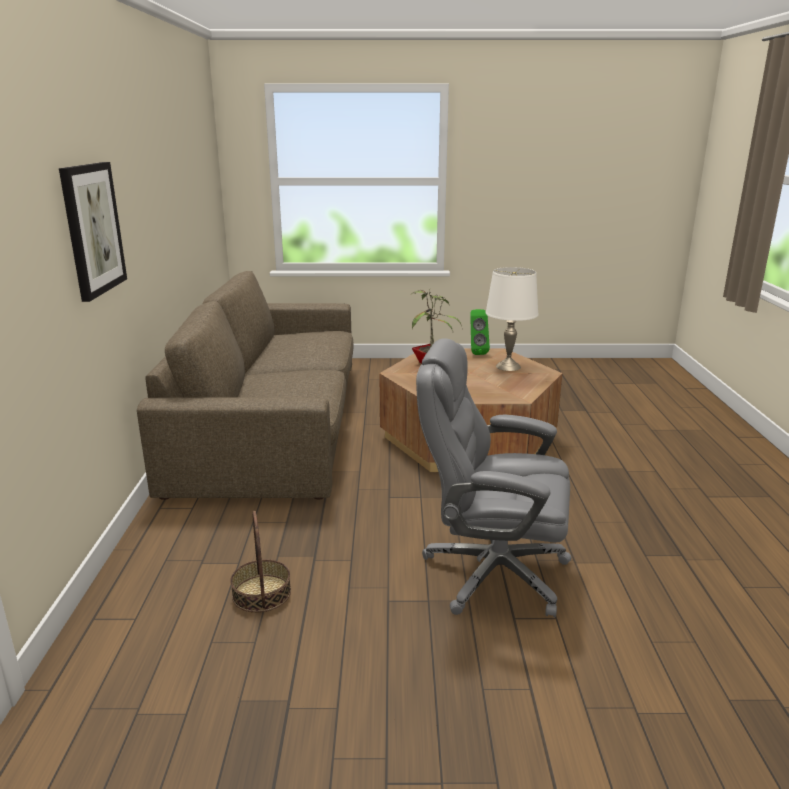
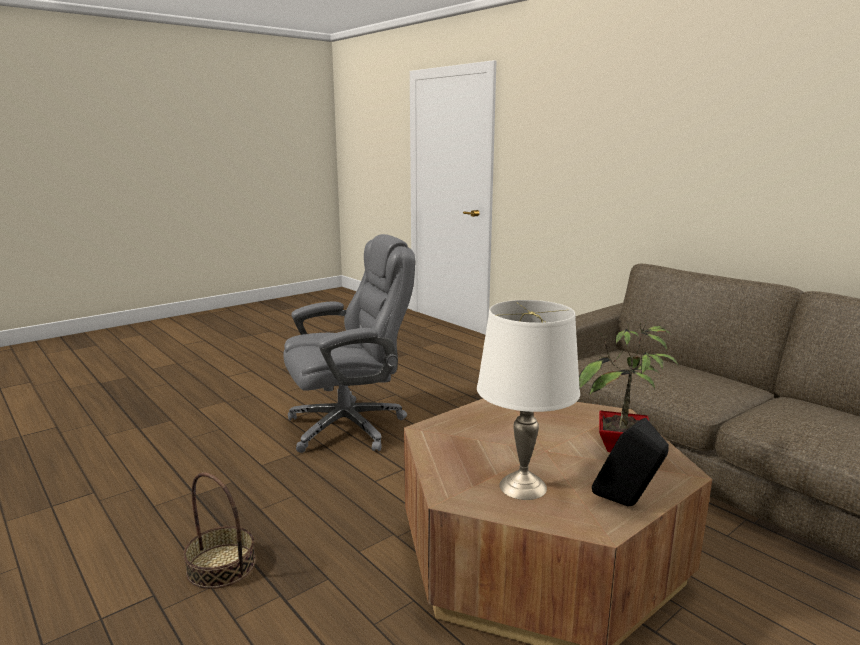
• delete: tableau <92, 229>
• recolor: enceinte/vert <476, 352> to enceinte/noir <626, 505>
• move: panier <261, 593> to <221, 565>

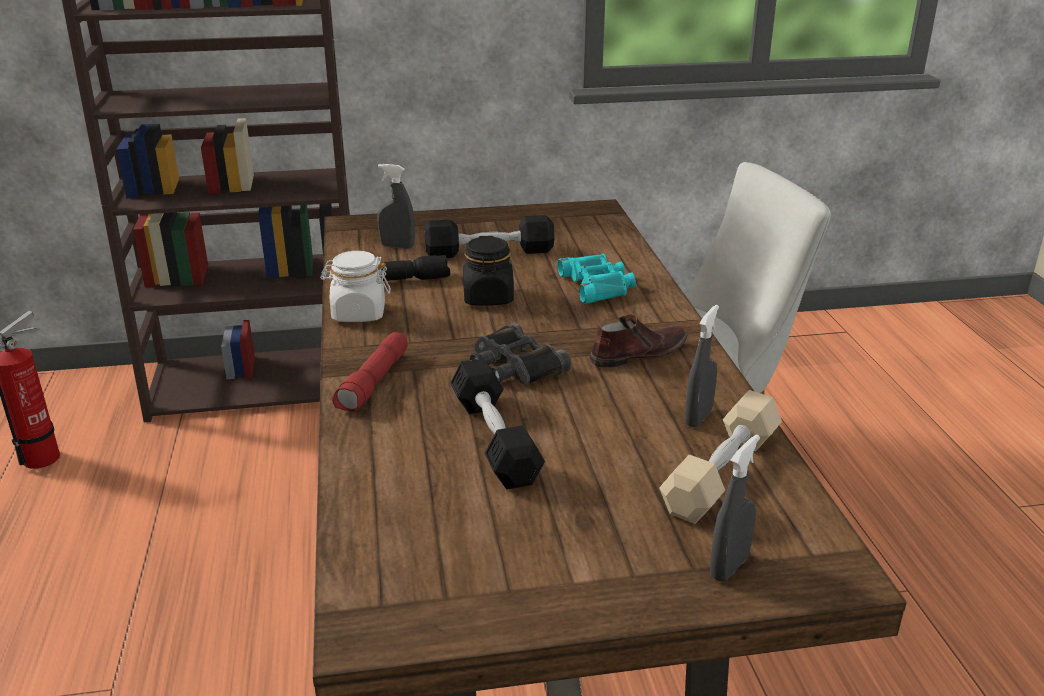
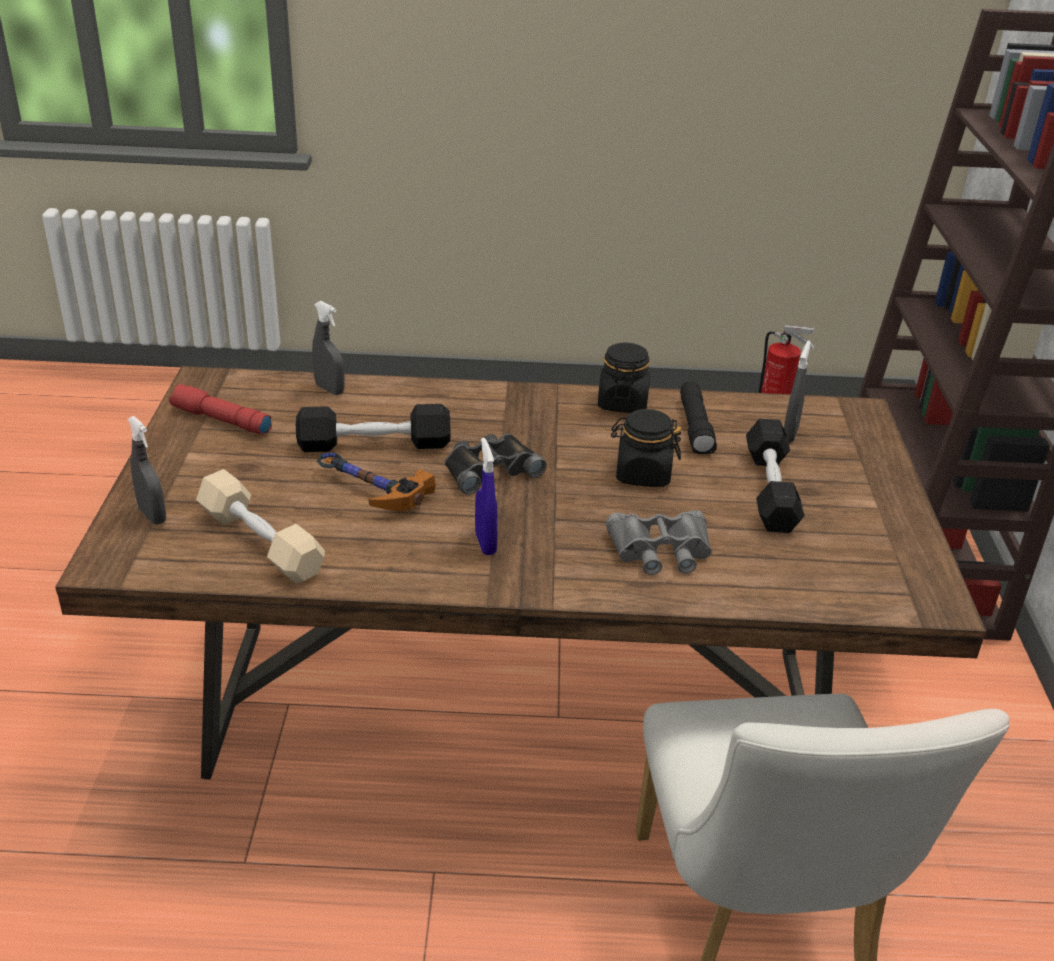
• recolor: bocal/blanc <358, 313> to bocal/noir <622, 402>
• recolor: jumelles/turquoise <597, 285> to jumelles/gris <660, 550>
• move: vaporisateur/gris <698, 417> to <329, 389>
• replace: chaussure/marron <637, 354> to vaporisateur/bleu <485, 544>
• move: lampe de poche/rouge <375, 383> to <220, 420>
• insert: marteau <367, 491>

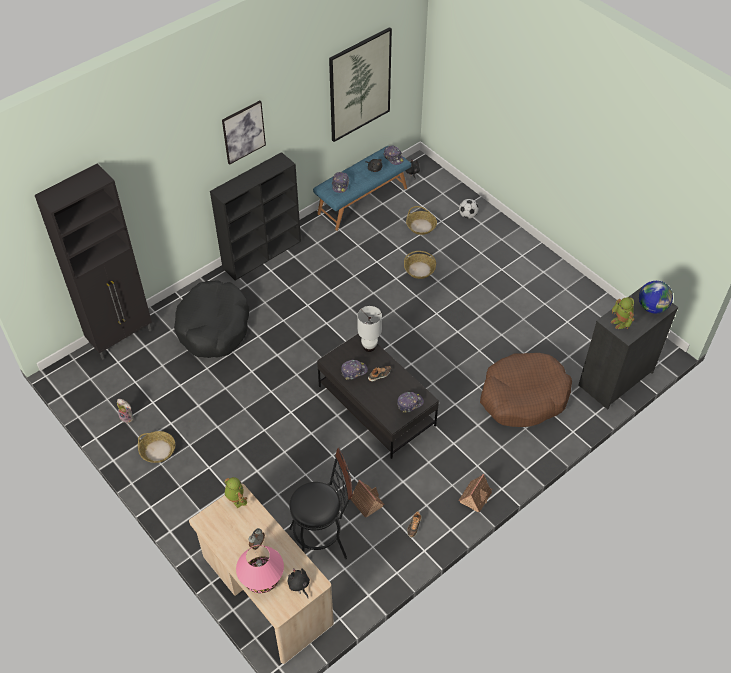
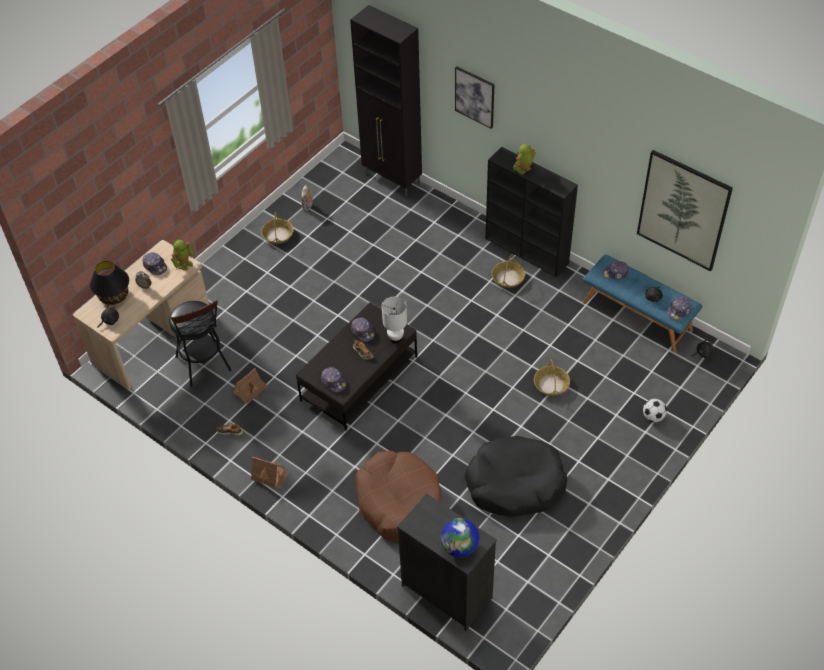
• move: tableau <243, 132> to <475, 97>
• move: panier <421, 226> to <508, 278>
• move: panier pour chien/noir <214, 327> to <515, 483>
• move: robot jouet <621, 322> to <524, 170>
• recolor: lampe de table/rose <262, 578> to lampe de table/noir <114, 296>
• insert: casquette <155, 266>

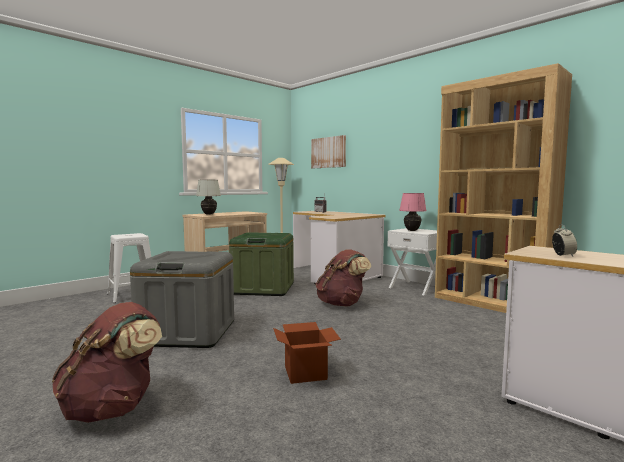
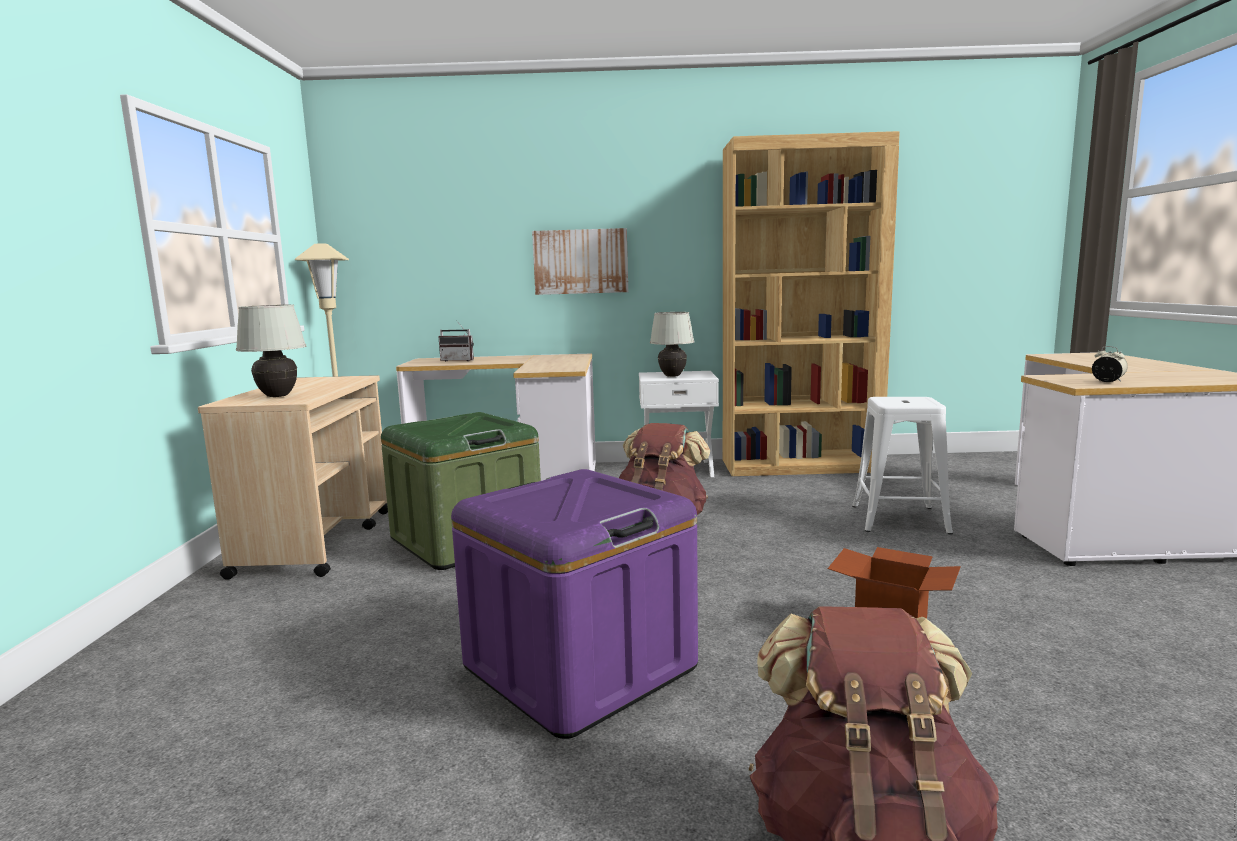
• move: tableau <328, 152> to <580, 261>
• recolor: lampe de table/rose <412, 230> to lampe de table/blanc <672, 376>
• move: tabouret/blanc <132, 295> to <899, 519>
• recolor: boîte de rangement/gris <188, 332> to boîte de rangement/violet <579, 667>

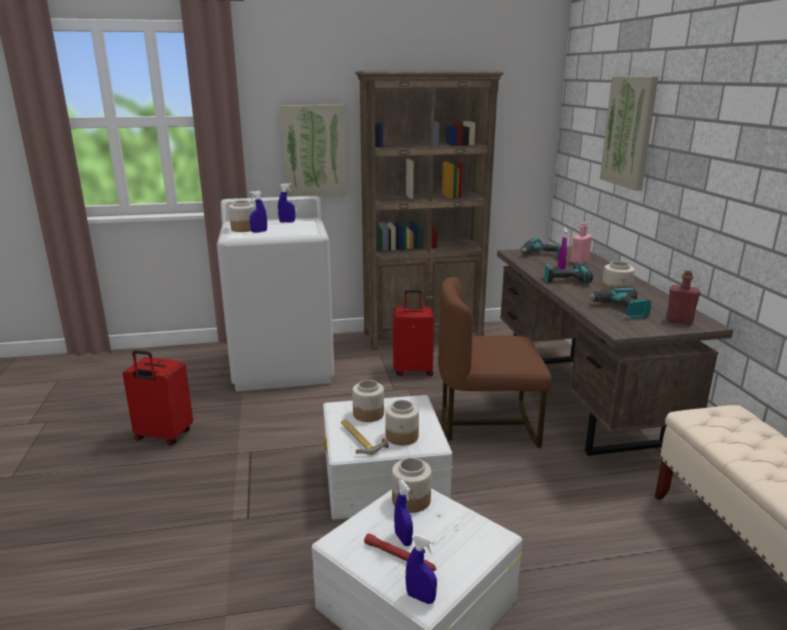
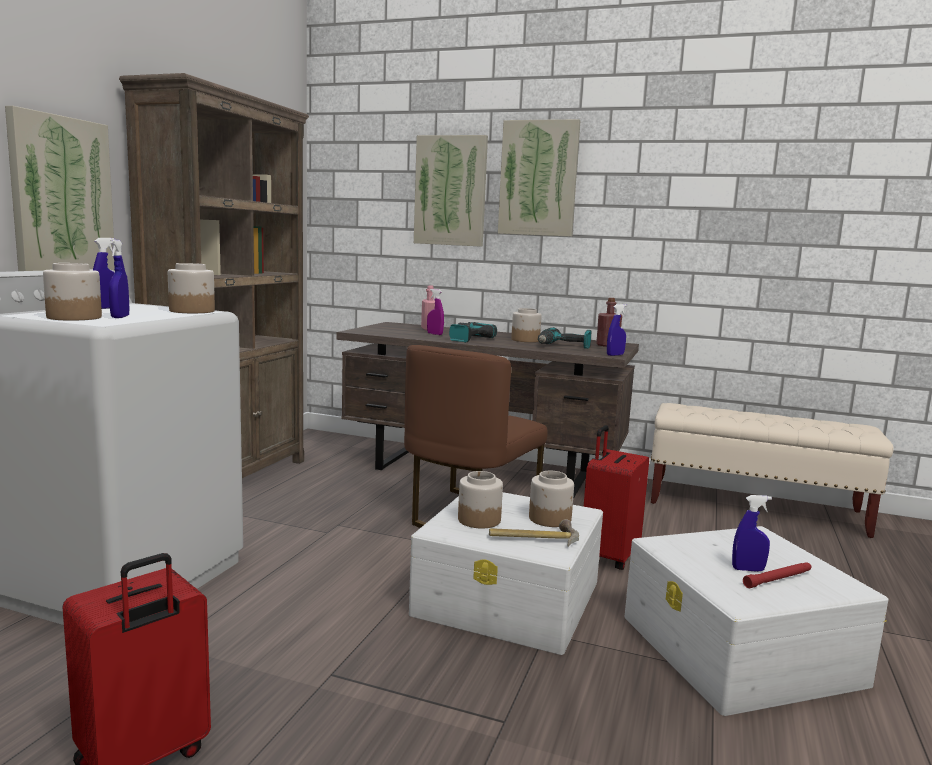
• delete: perceuse <542, 255>
• move: valise/rouge <413, 370> to <608, 556>
• move: bocal <411, 500> to <192, 311>
• move: vaporisateur/bleu <420, 597> to <615, 355>
• insert: tableau <538, 178>

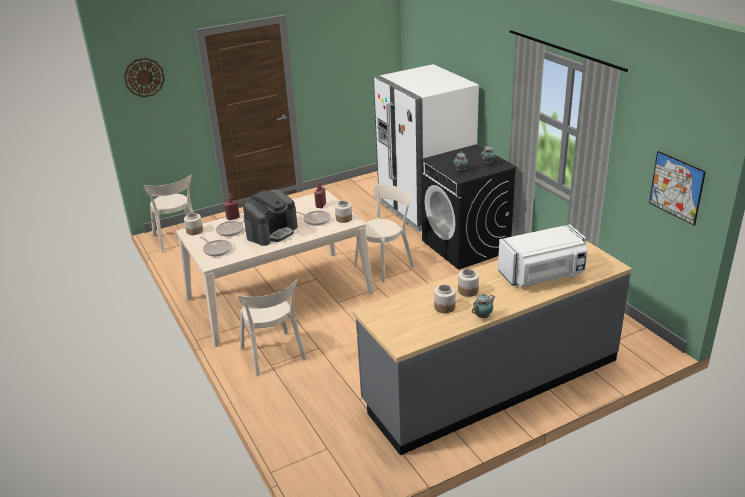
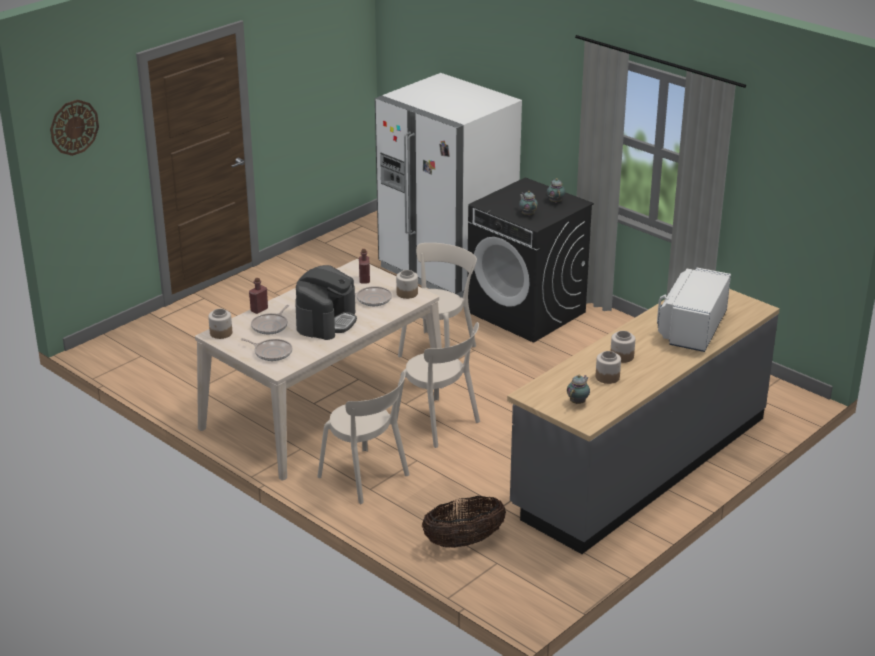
• delete: tableau <676, 187>
• move: chaise/beige <177, 240> to <439, 424>
• rotate: micro-ondes/blanc <542, 275> = <691, 328> 150 degrees clockwise
• move: théière <483, 316> to <578, 402>
• insert: panier <463, 541>

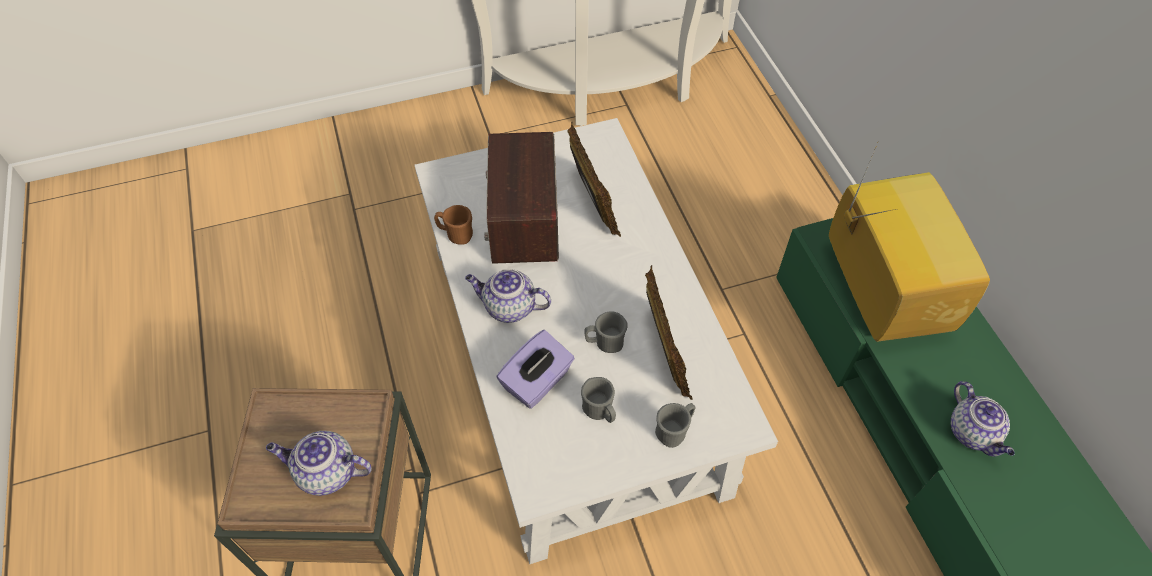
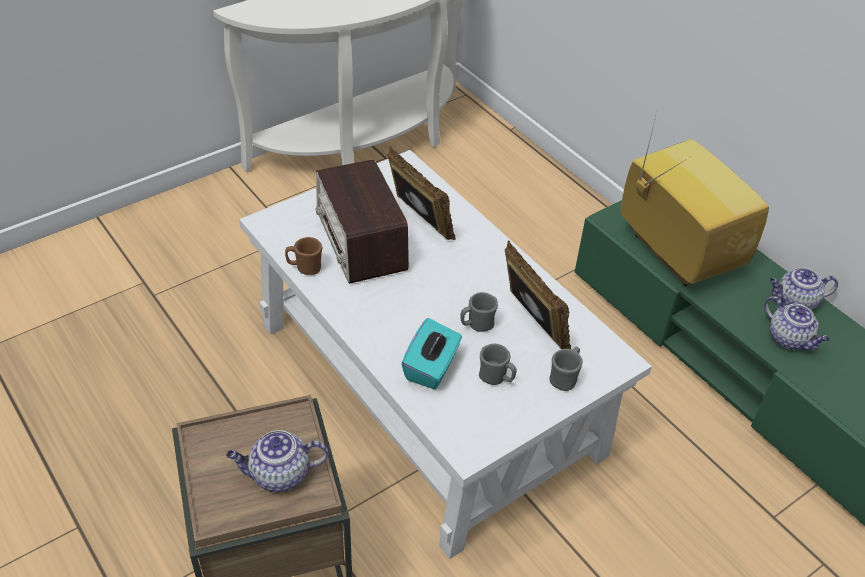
• move: théière <508, 307> to <794, 302>
• recolor: boîte à mouchoirs/violet <537, 382> to boîte à mouchoirs/turquoise <431, 368>

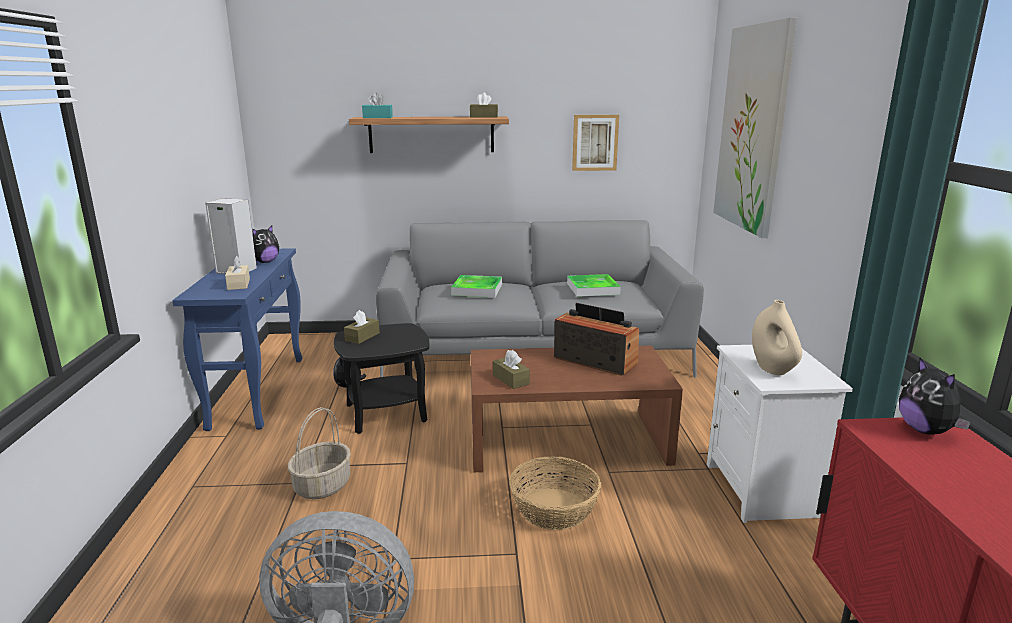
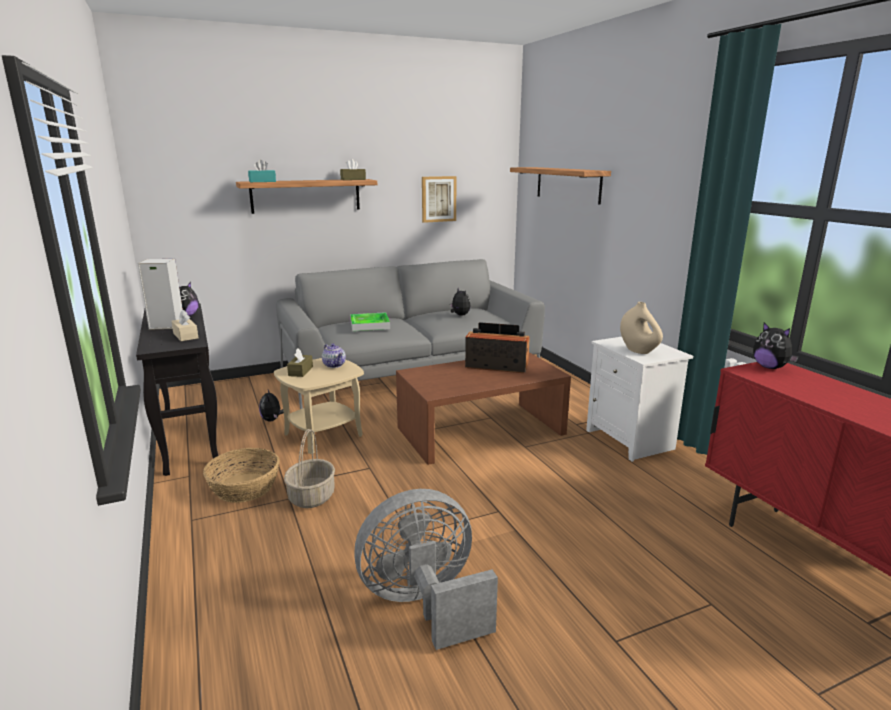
• replace: tableau <752, 128> to étagère <568, 184>
• recolor: table console/bleu <258, 391> to table console/noir <190, 436>
• replace: plateau <592, 289> to peluche <459, 315>
• recolor: table d'appoint/noir <386, 413> to table d'appoint/beige <323, 435>
• delete: boîte à mouchoirs/marron <511, 380>
• move: panier <554, 508> to <245, 487>
• insert: théière <334, 365>

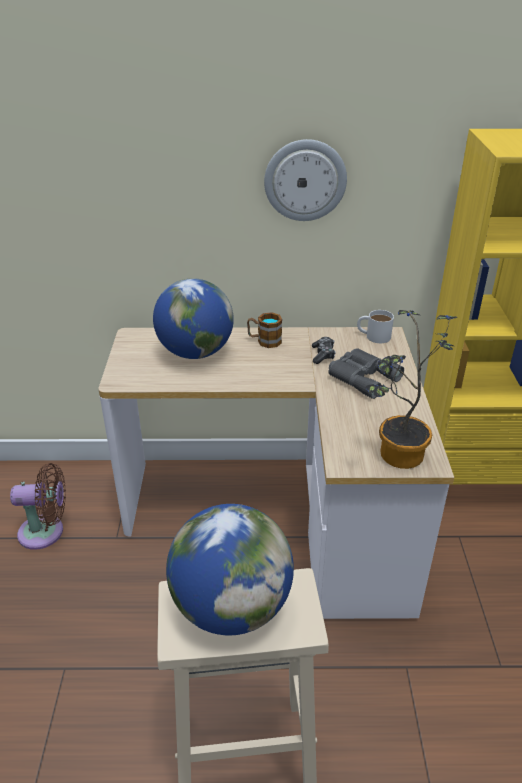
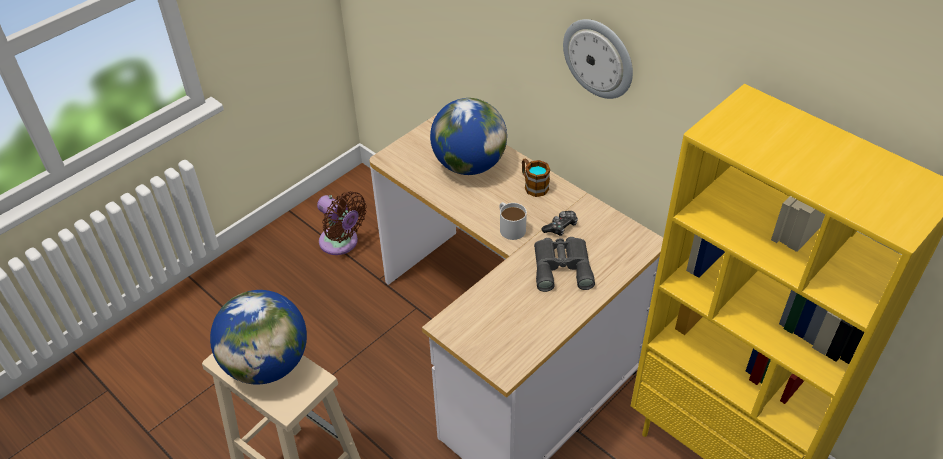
• move: mug/blanc <373, 336> to <510, 226>
• delete: plante en pot <396, 457>

